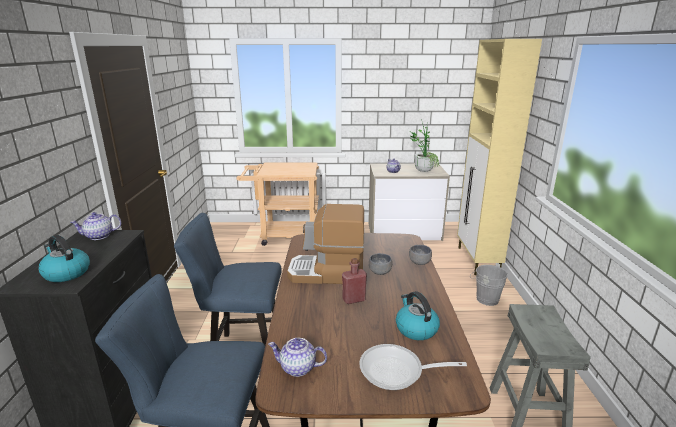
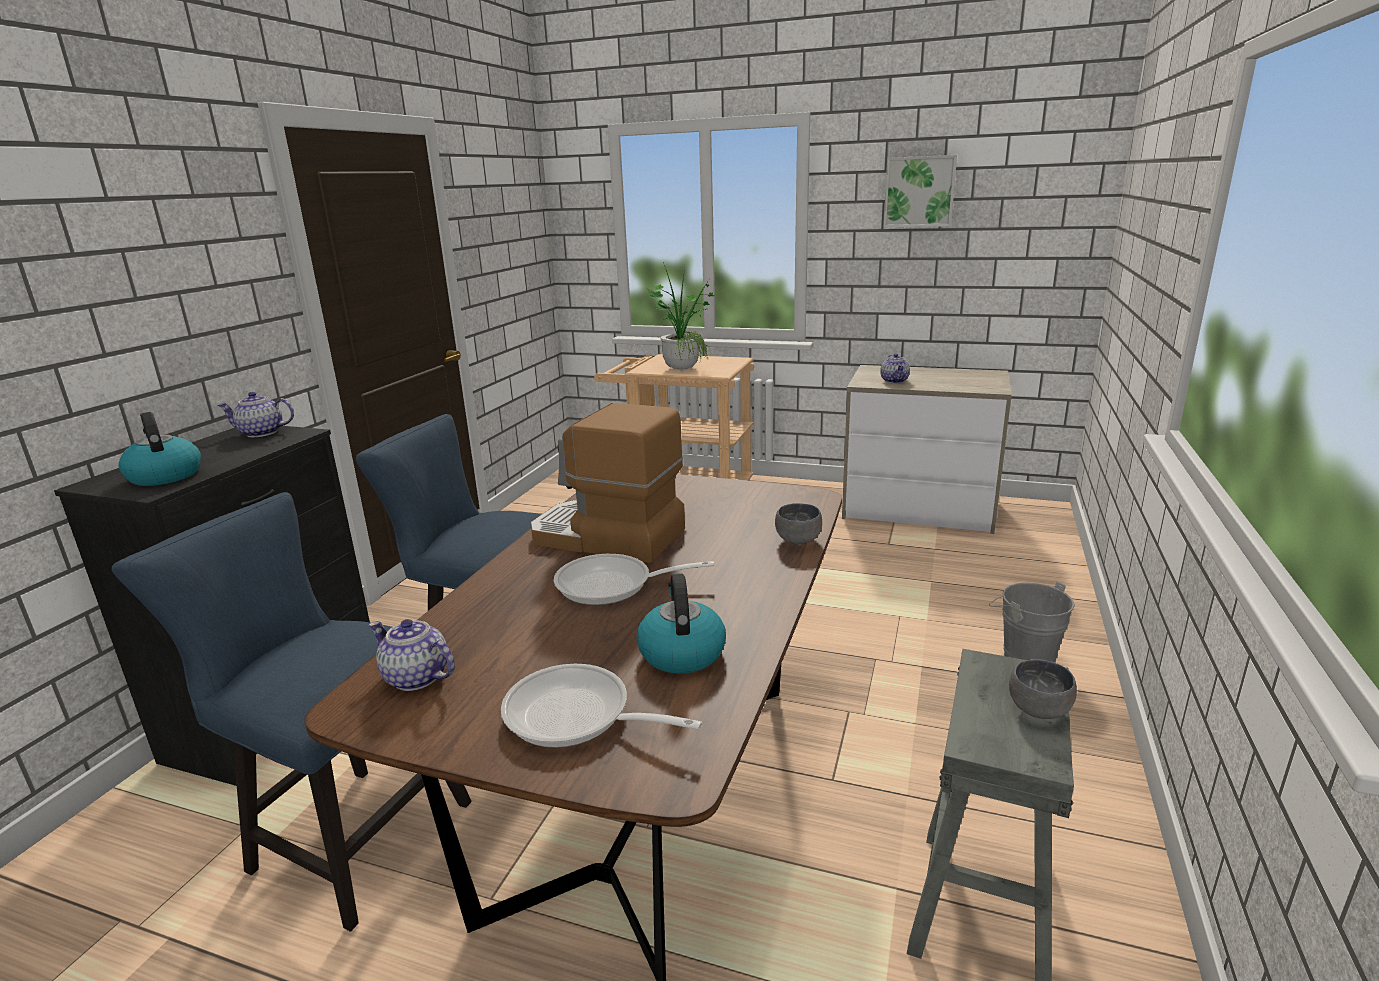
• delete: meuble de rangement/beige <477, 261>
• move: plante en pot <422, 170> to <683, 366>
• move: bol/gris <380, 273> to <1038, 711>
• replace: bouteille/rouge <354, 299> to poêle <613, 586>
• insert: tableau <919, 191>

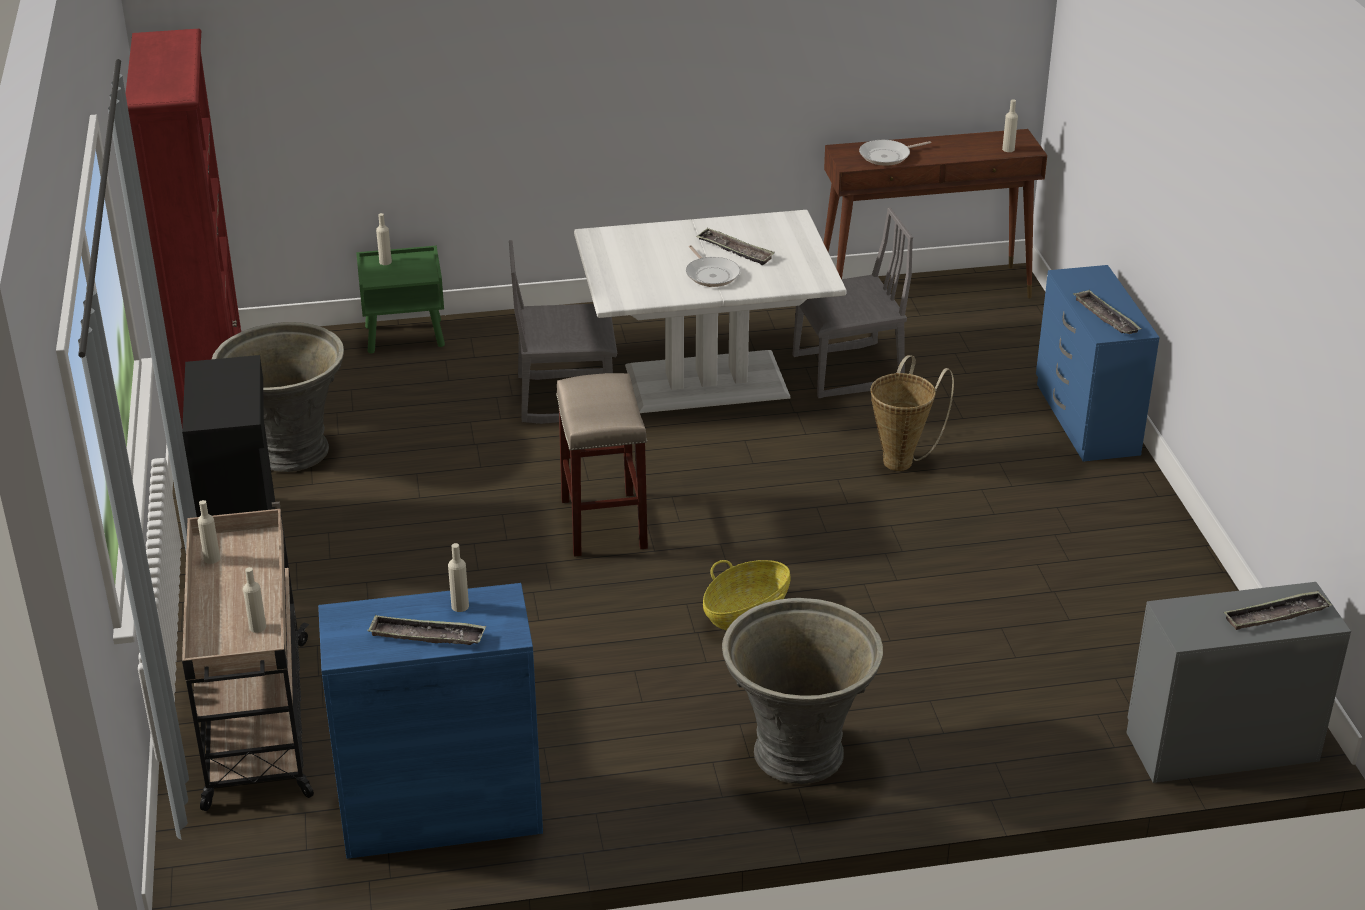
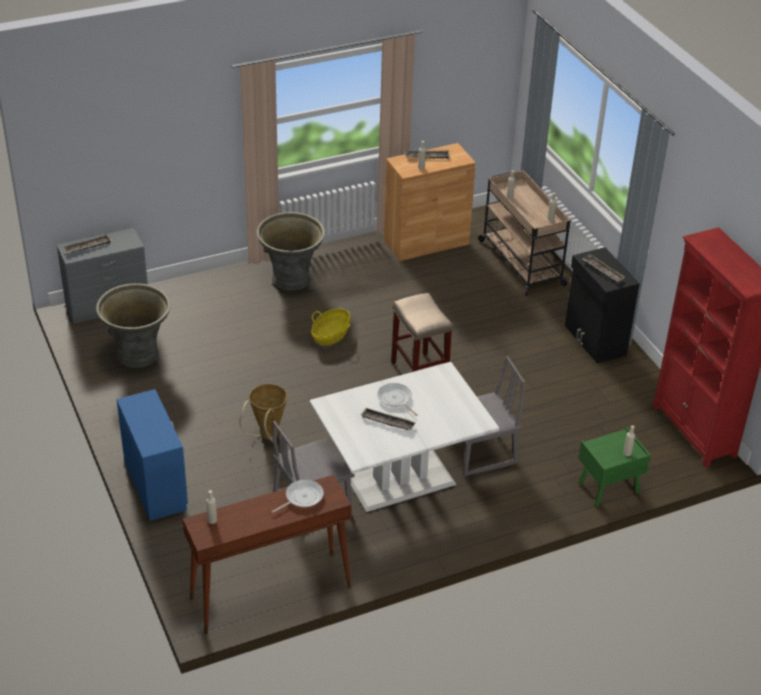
• move: plateau <1105, 317> to <602, 271>
• move: cache-pot/gris <290, 451> to <138, 355>
• recolor: meuble de rangement/bleu <441, 811> to meuble de rangement/marron <426, 242>

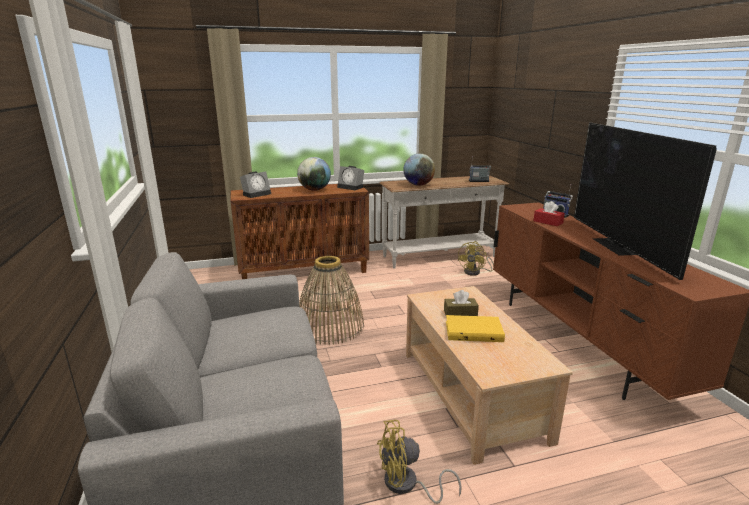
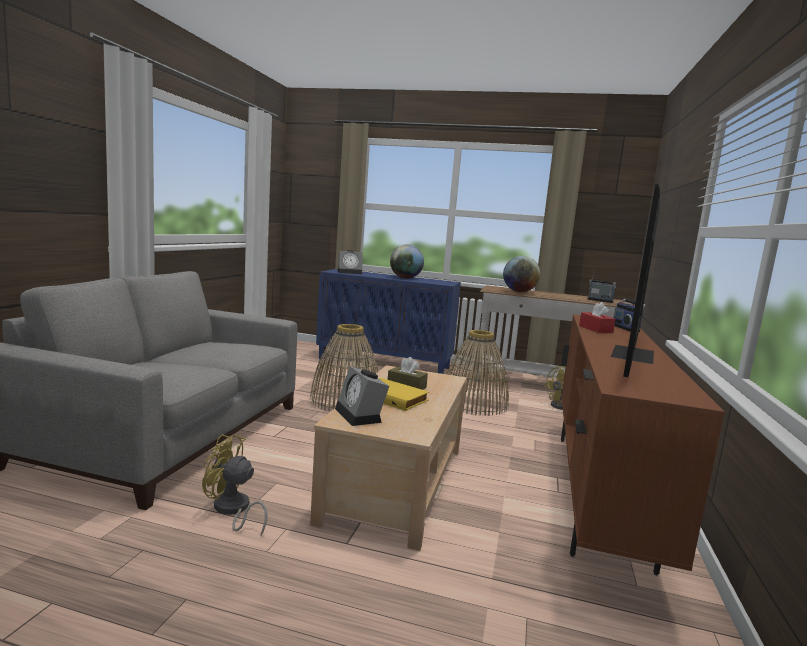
• move: réveil <351, 187> to <361, 415>
• recolor: meuble de rangement/marron <304, 271> to meuble de rangement/bleu <385, 363>
• insert: panier <474, 403>

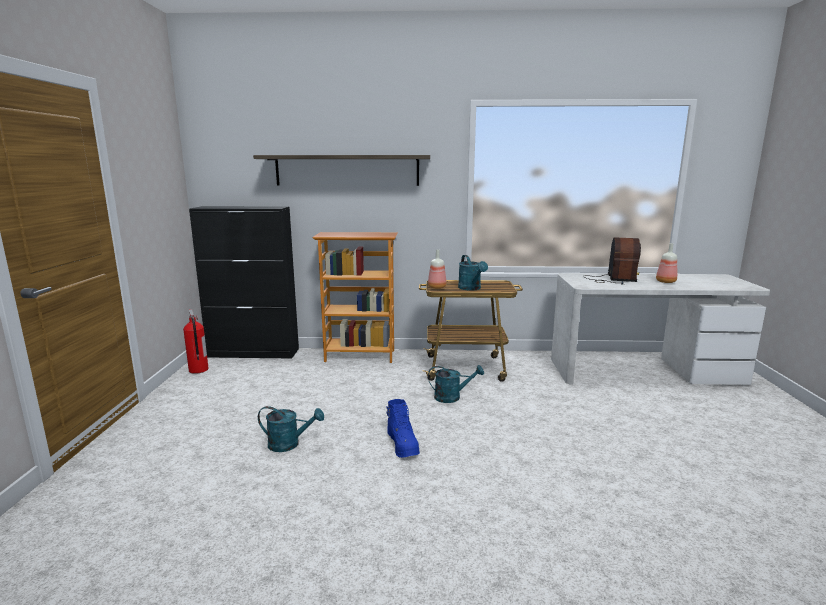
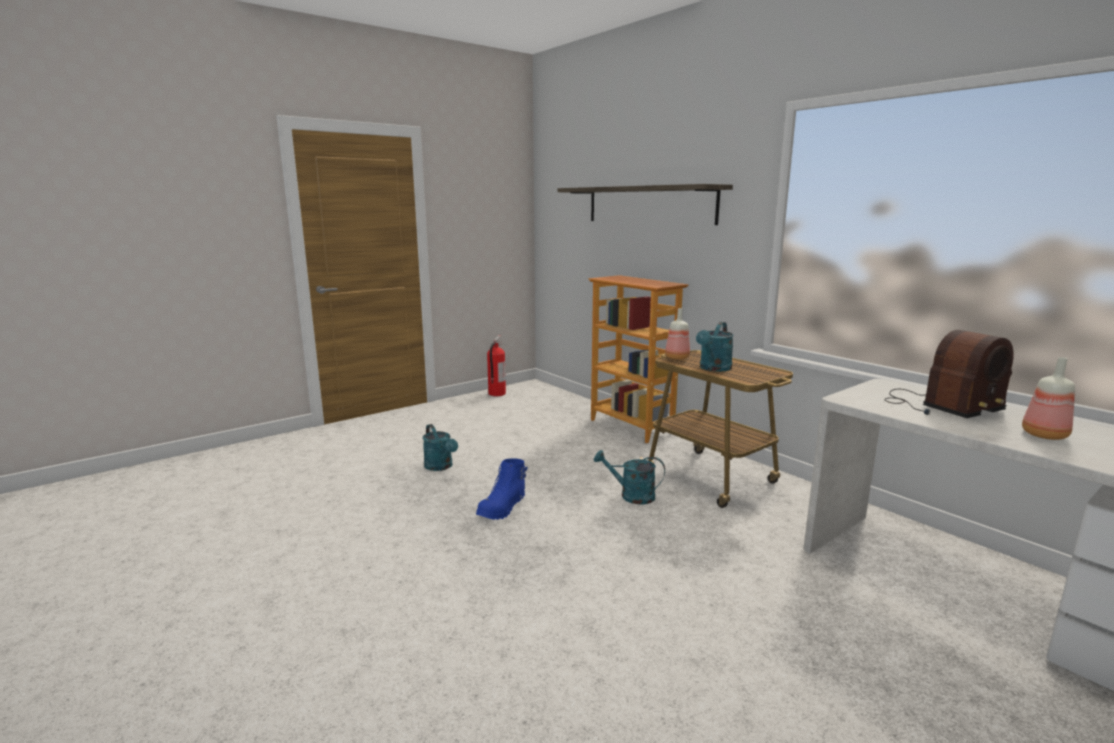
• delete: meuble de rangement/noir <254, 353>
• rotate: arrosoir/turquoise <452, 397> = <631, 496> 150 degrees clockwise

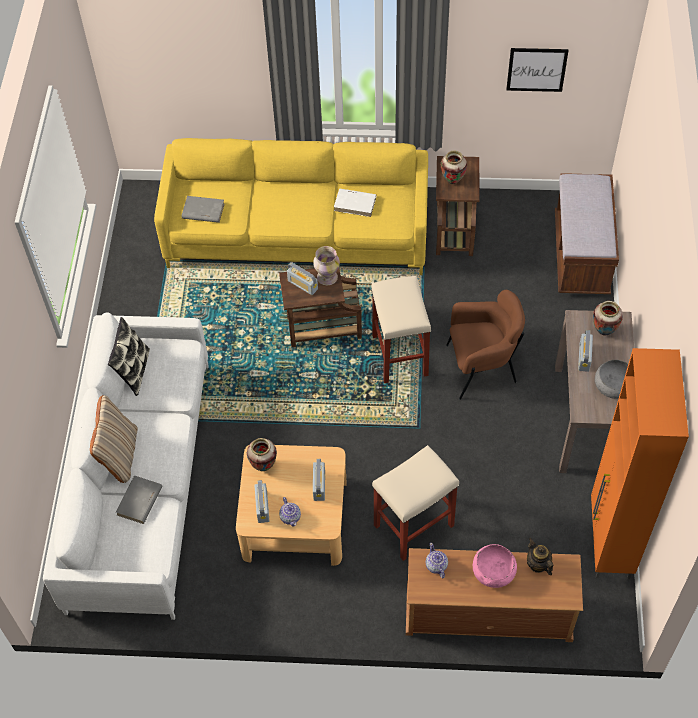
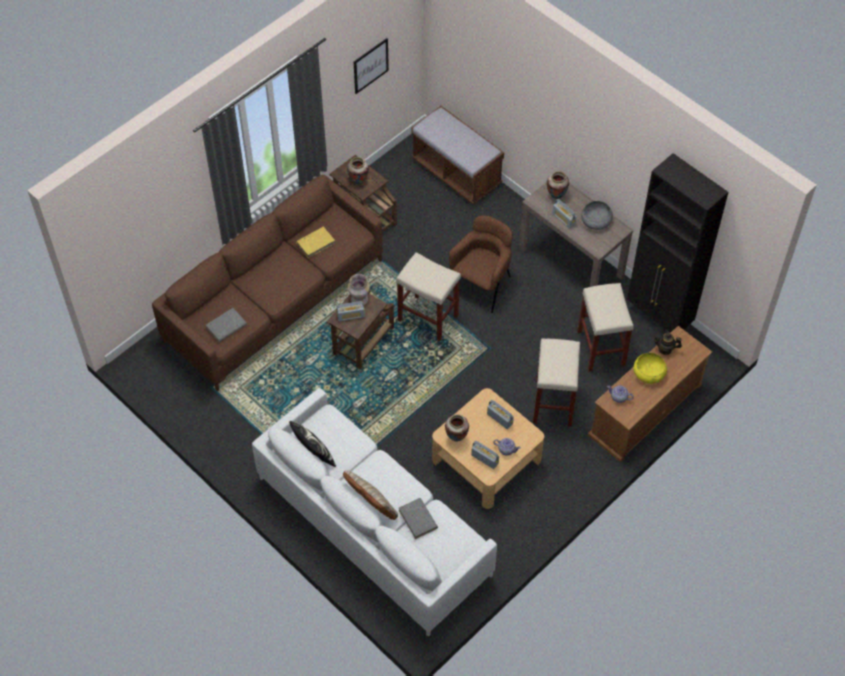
• recolor: canapé/jaune <297, 235> to canapé/marron <274, 301>
• recolor: livre/blanc <355, 204> to livre/jaune <316, 243>
• recolor: meuble de rangement/orange <609, 543> to meuble de rangement/noir <659, 318>
• recolor: bol/rose <493, 571> to bol/jaune <649, 373>
• insert: tabouret/beige <600, 347>

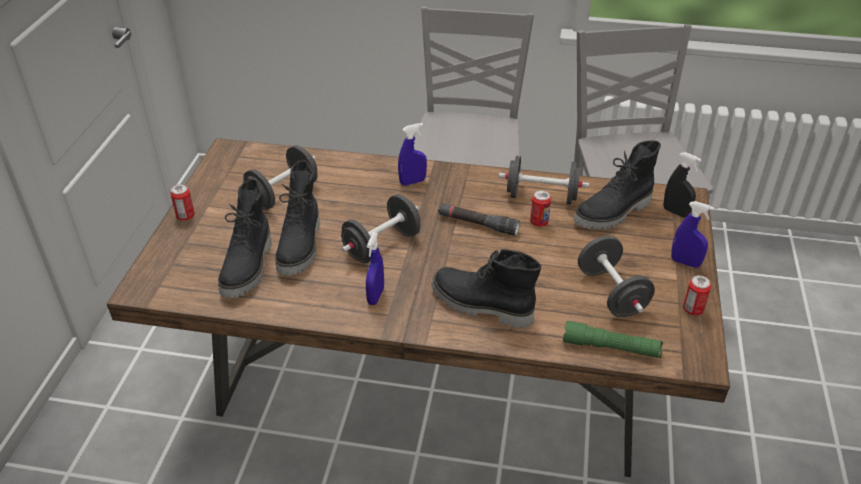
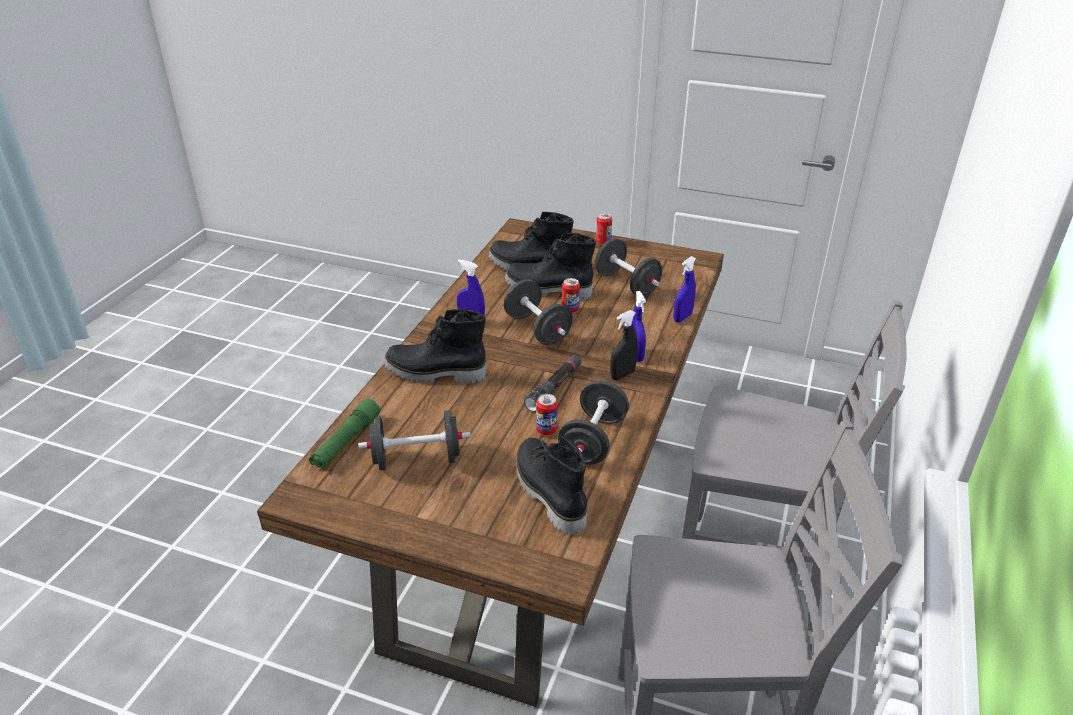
• move: vaporisateur/noir <676, 212> to <622, 375>
• move: vaporisateur/bleu <685, 262> to <682, 318>
• rotate: botte/noir <480, 306> = <435, 374> 120 degrees counterclockwise
• move: boîte métallique <692, 310> to <570, 310>

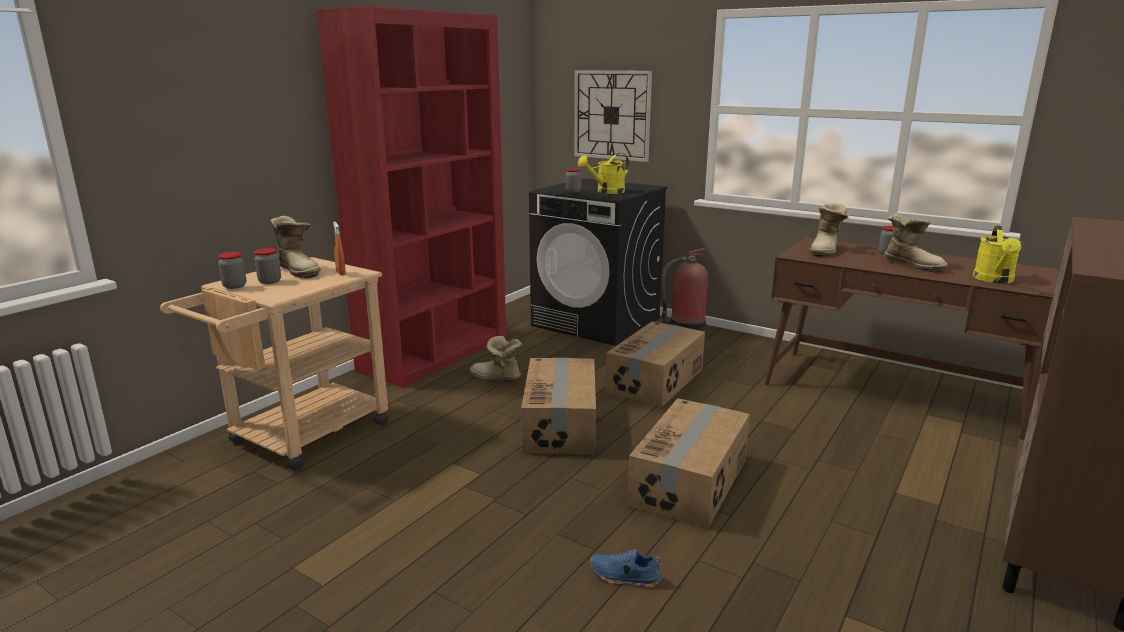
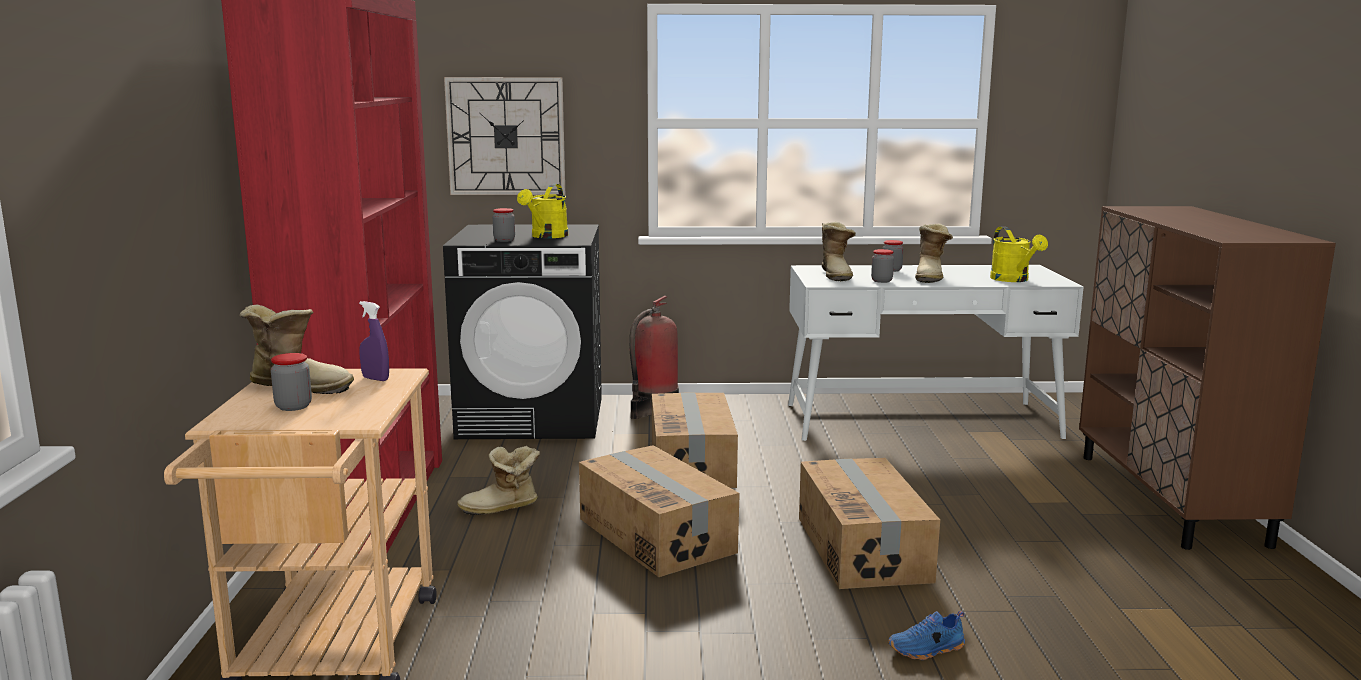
• rotate: botte <912, 265> = <931, 277> 90 degrees clockwise
• recolor: vaporisateur/orange <341, 273> to vaporisateur/violet <375, 379>
• recolor: bureau/marron <893, 394> to bureau/blanc <921, 421>
• move: bocal <234, 286> to <881, 281>

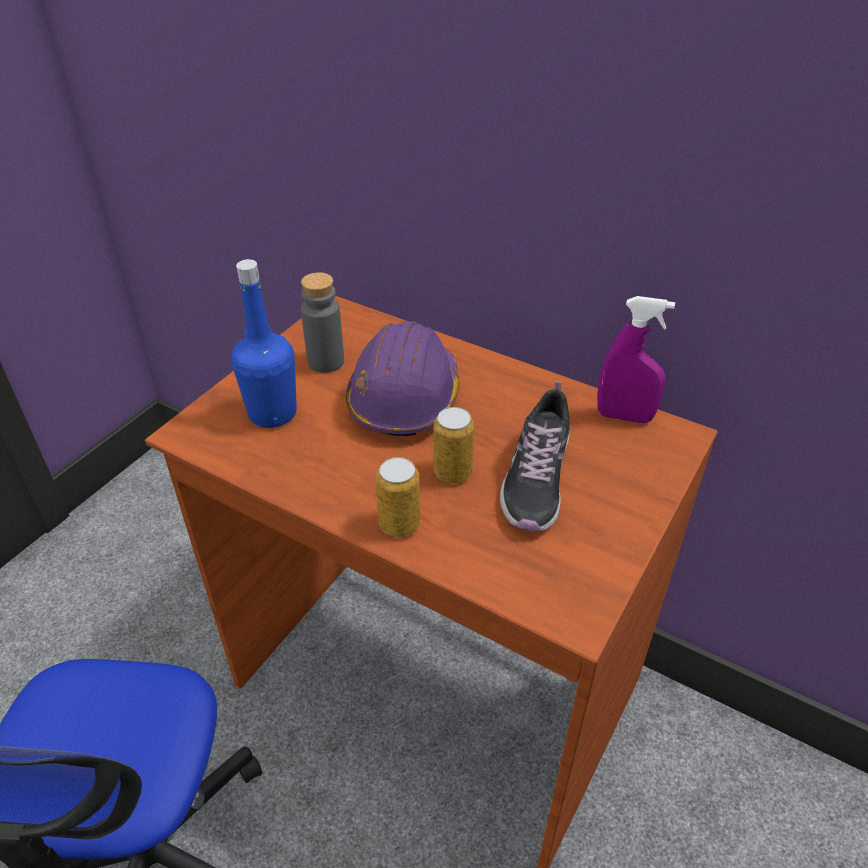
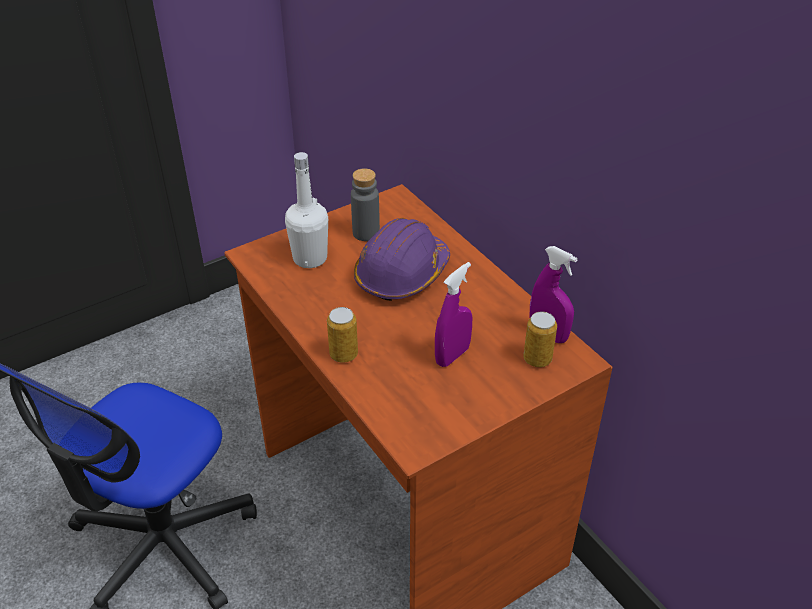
• recolor: bouteille/bleu <272, 413> to bouteille/blanc <310, 258>
• replace: chaussure <536, 479> to vaporisateur/violet <452, 355>
• move: boîte métallique <452, 472> to <537, 359>

